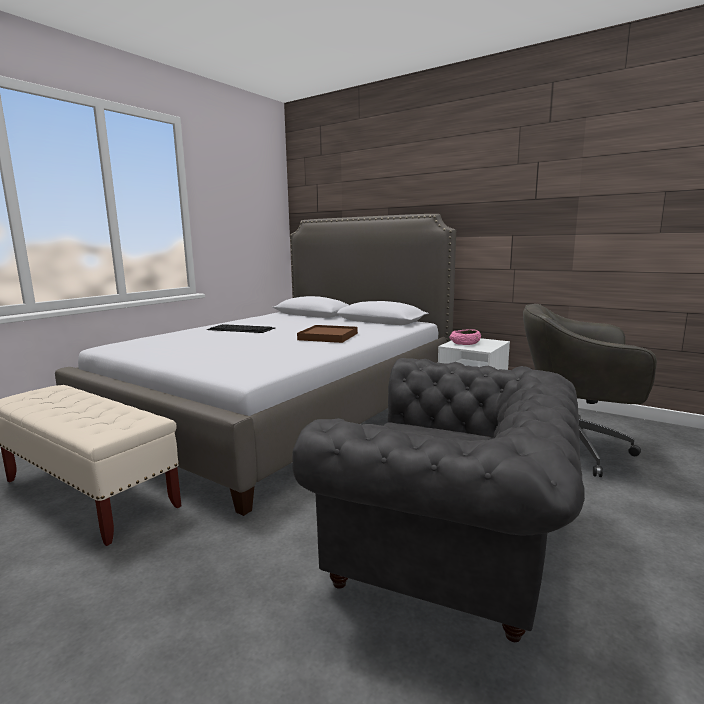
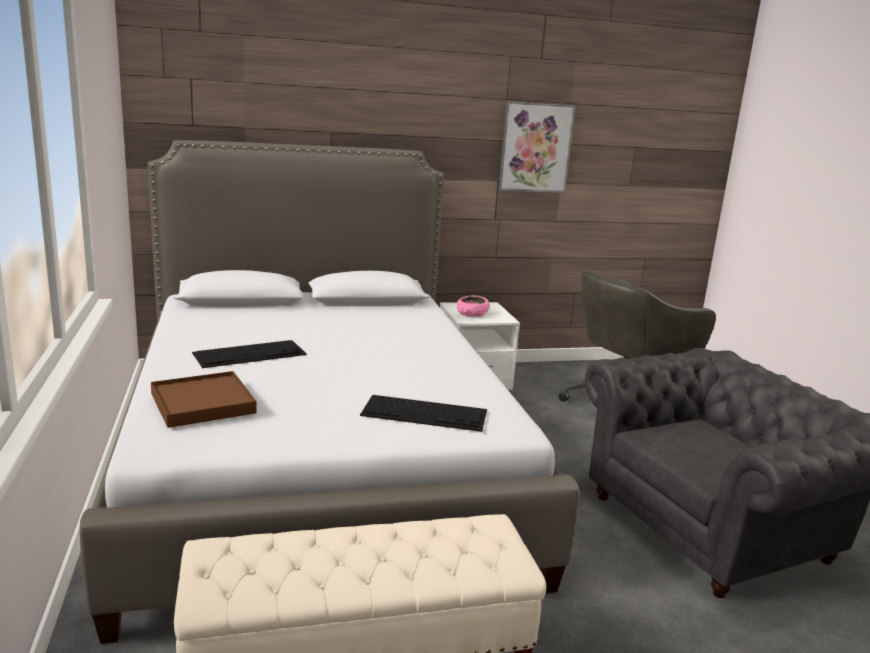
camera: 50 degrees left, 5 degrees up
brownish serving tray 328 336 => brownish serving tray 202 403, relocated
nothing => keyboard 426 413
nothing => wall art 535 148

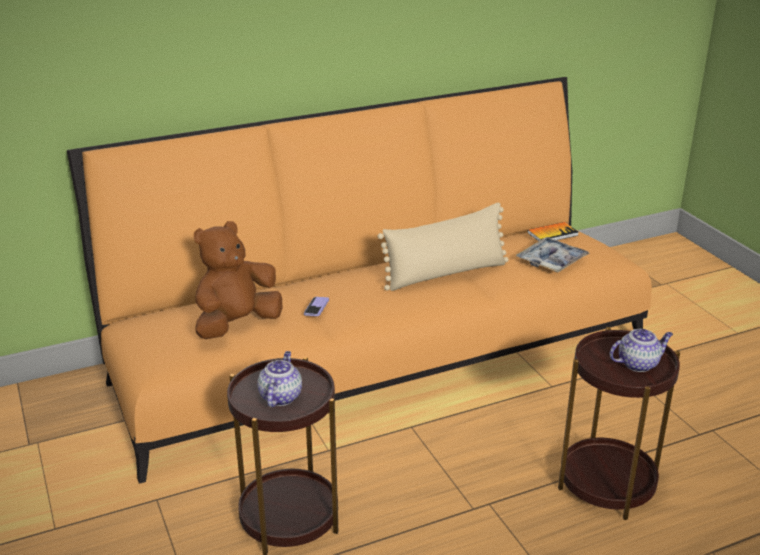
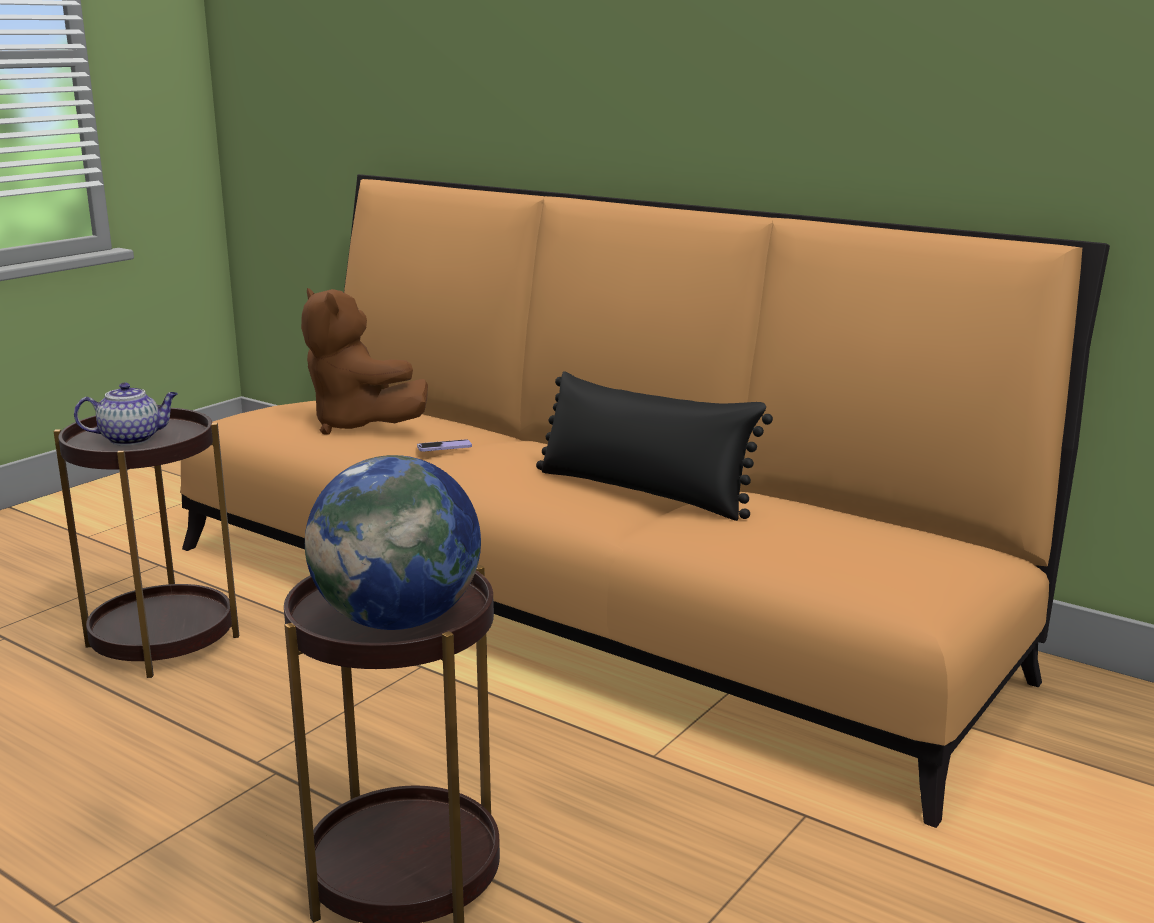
camera: 60 degrees right, 10 degrees down
brownish plush toy 236 325 => brownish plush toy 359 426, 150 degrees counterclockwise
teapot 638 363 => world globe 398 620
beige cushion 446 274 => black cushion 643 492
serving tray 551 261 => nothing
bound book 552 234 => nothing

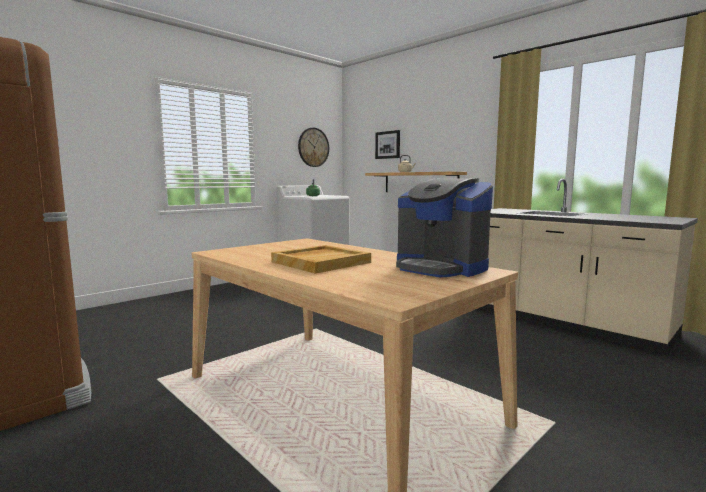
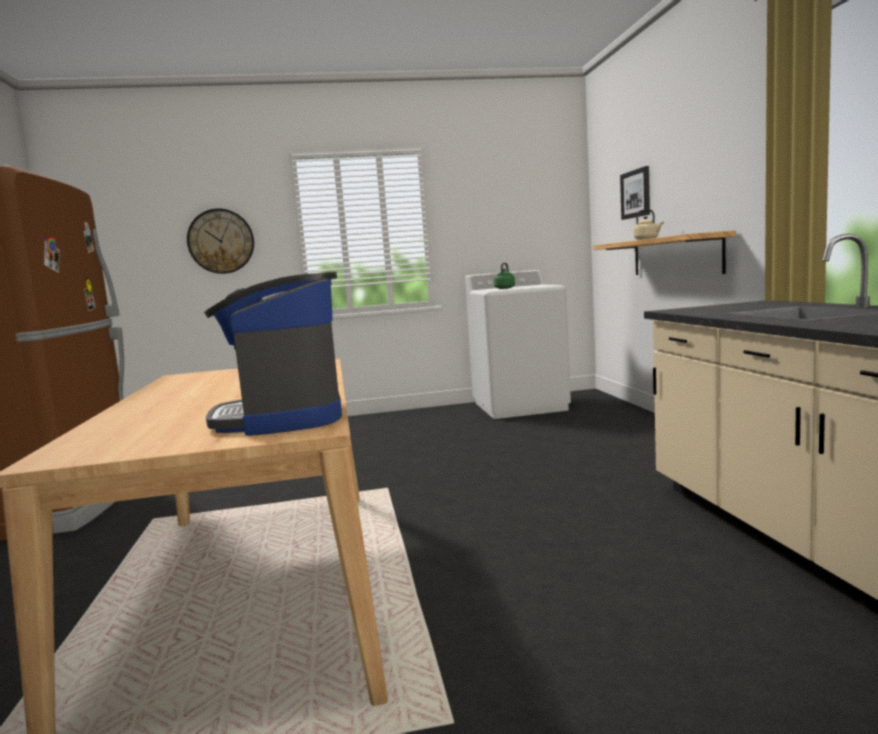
camera: 35 degrees right, 0 degrees up
hanging clock 313 147 => hanging clock 221 241, relocated
beige serving tray 321 262 => nothing

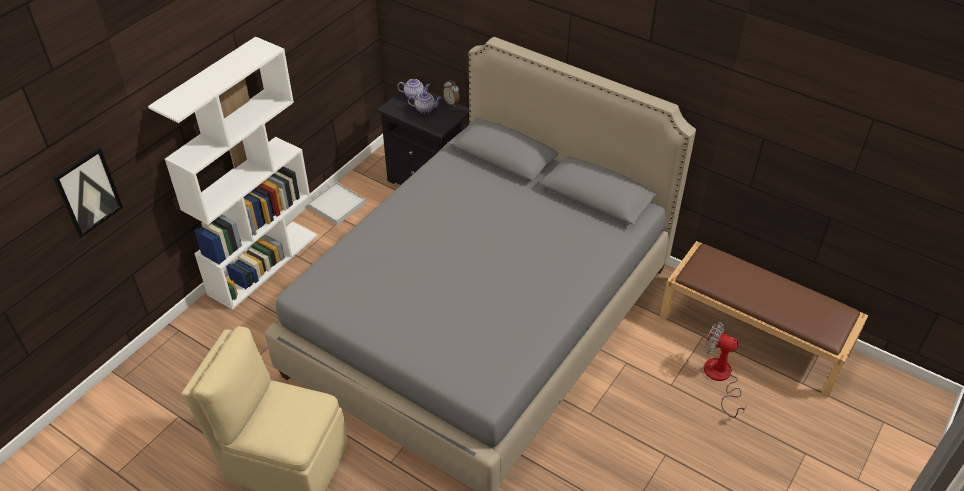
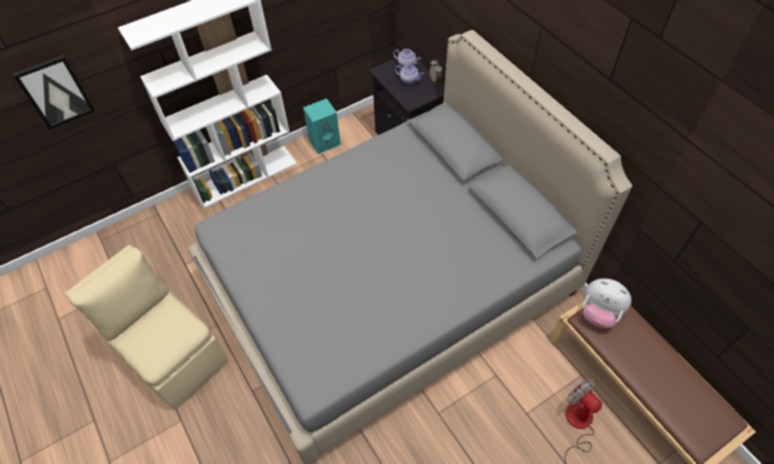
camera: 25 degrees right, 10 degrees up
white serving tray 337 205 => blue-green speaker 325 141
nothing => plush toy 599 313

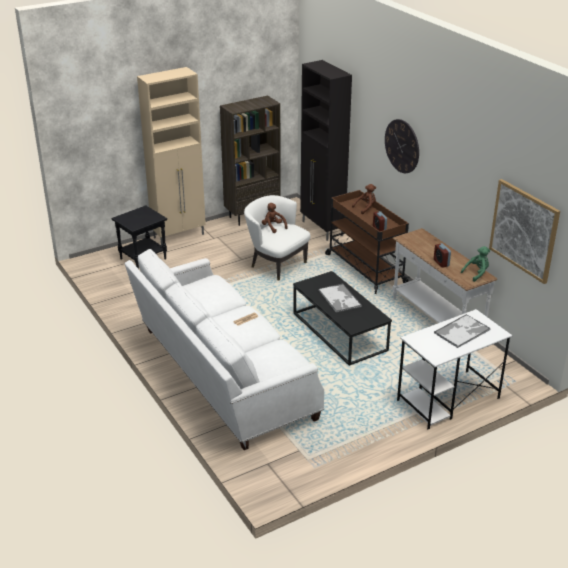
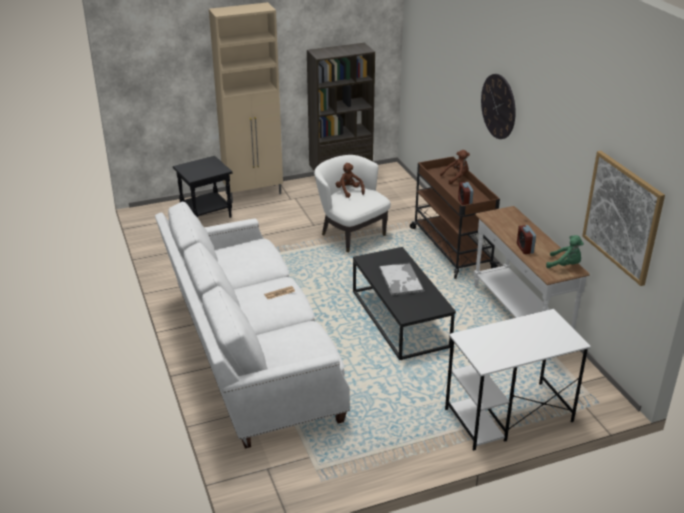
camera: 10 degrees right, 0 degrees up
green-coloured plush toy 476 273 => green-coloured plush toy 565 265, 45 degrees clockwise
black cabinet 322 229 => nothing
serving tray 462 331 => nothing

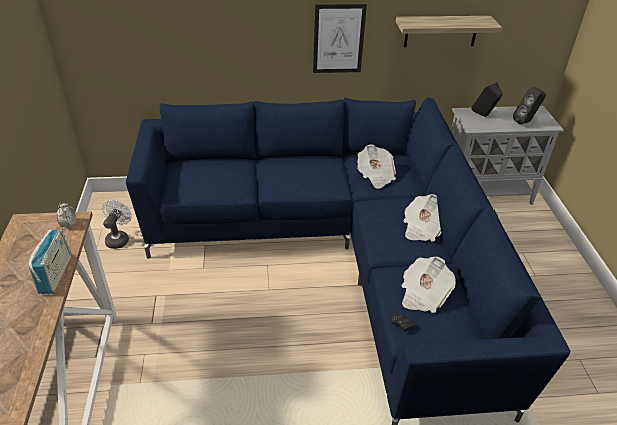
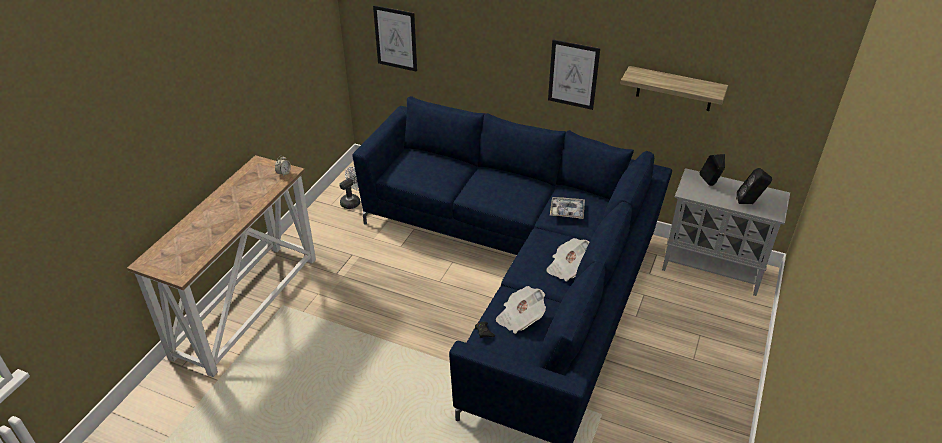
camera: 30 degrees right, 0 degrees up
nothing => wall art 395 38
newspaper 375 176 => serving tray 567 211
radio 56 274 => nothing

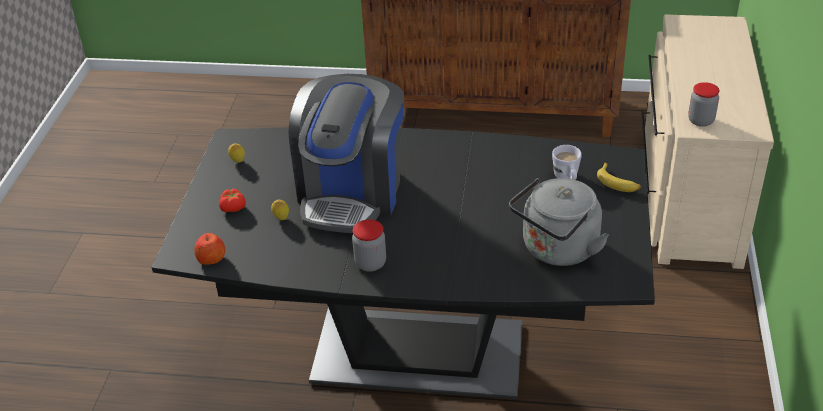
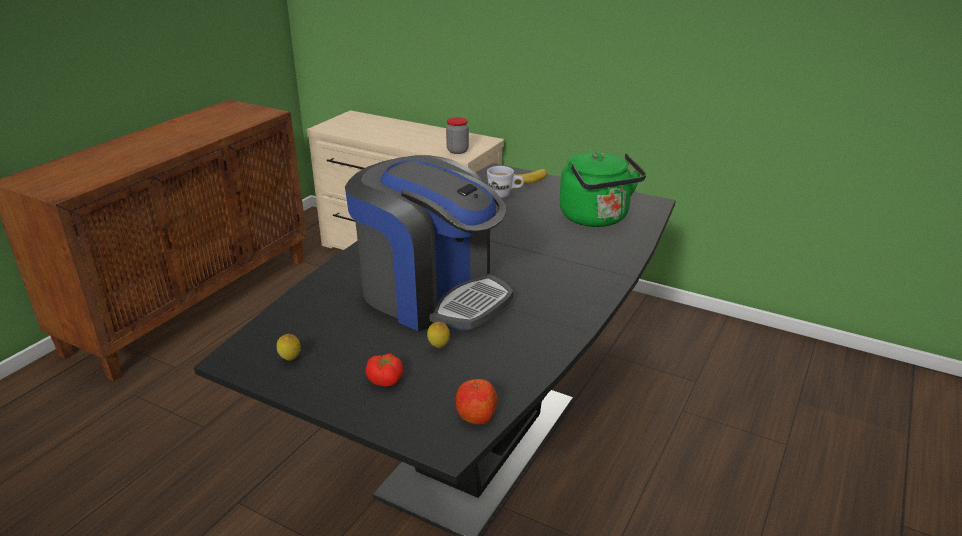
camera: 70 degrees left, 10 degrees down
greyish tea kettle 557 250 => green-coloured tea kettle 597 218
preserve jar 370 263 => nothing

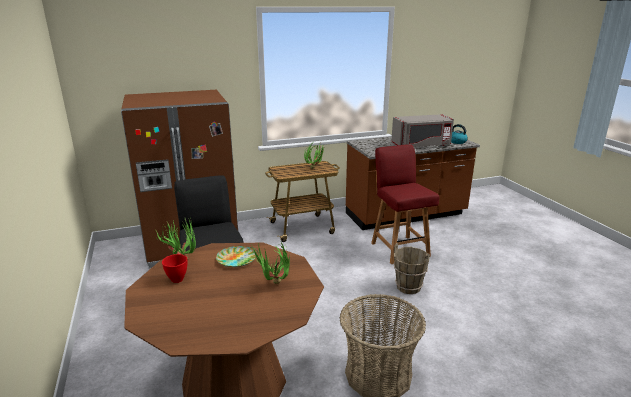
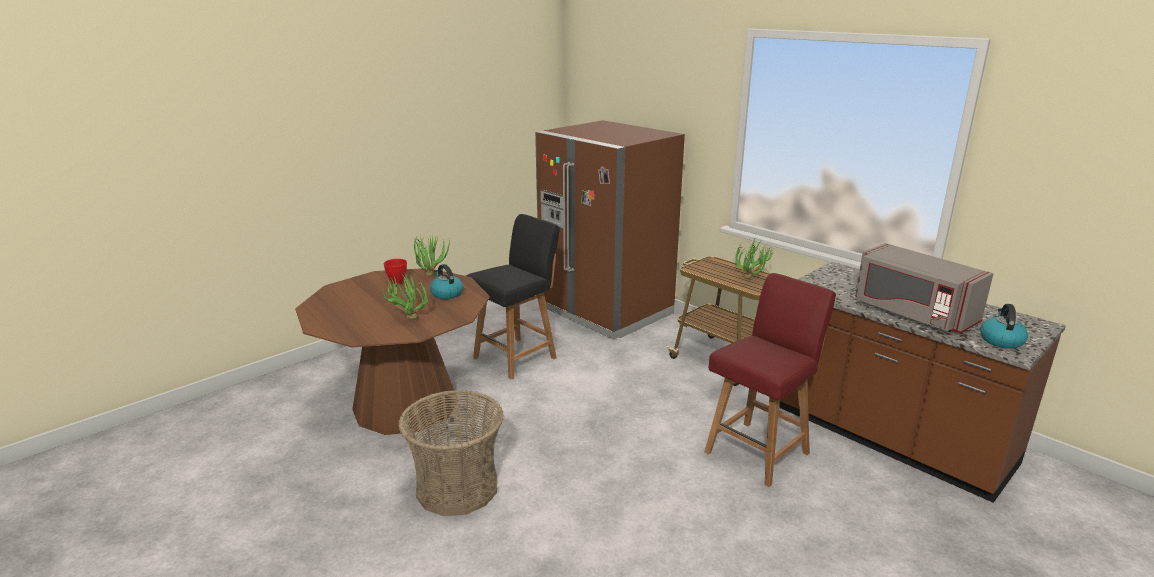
camera: 65 degrees right, 0 degrees up
plate 237 259 => tea kettle 446 294
brownish pail 408 287 => nothing

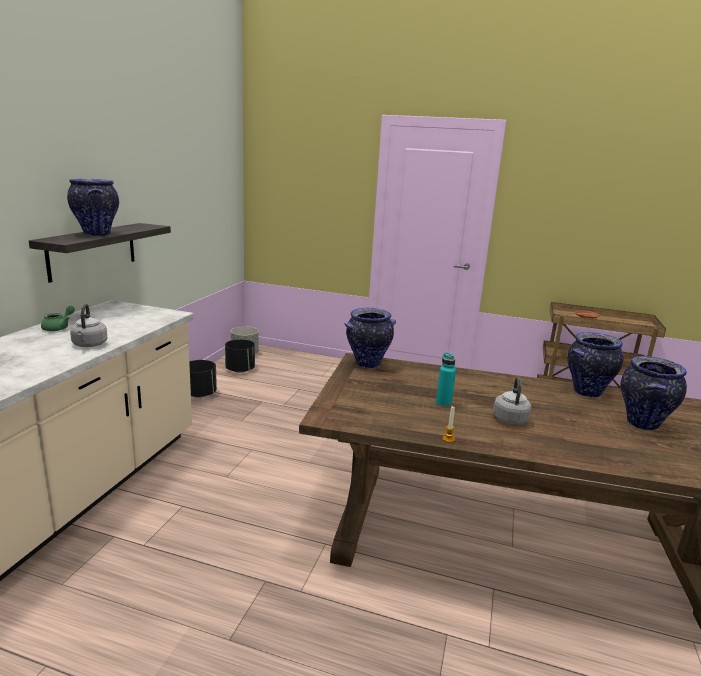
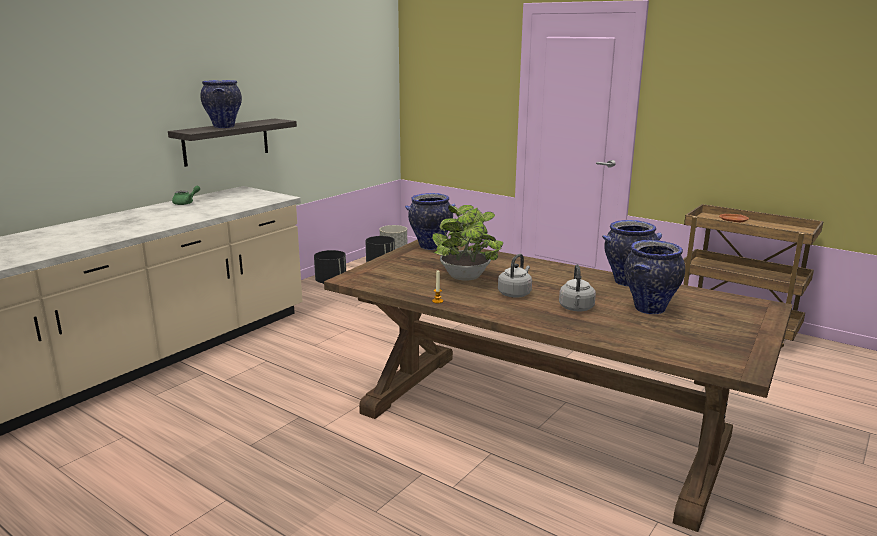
camera: 20 degrees right, 0 degrees up
blue-green drink bottle 443 403 => plant in a pot 466 278
greyish tea kettle 89 345 => greyish tea kettle 576 308, relocated

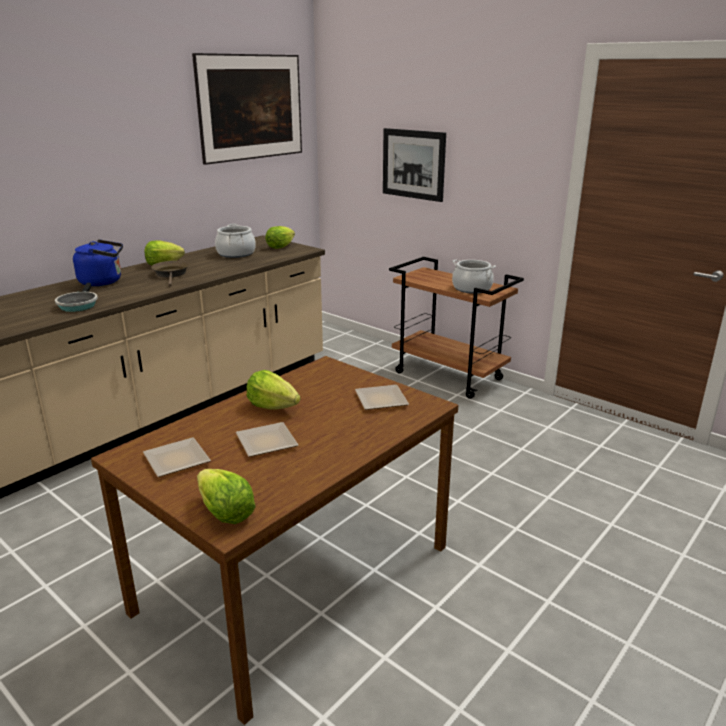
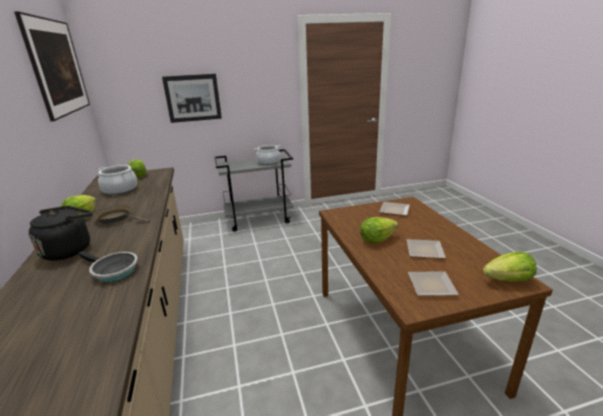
camera: 55 degrees left, 0 degrees up
blue-coloured tea kettle 103 282 => black tea kettle 69 249
brownish wheeled cart 449 376 => greyish wheeled cart 259 219

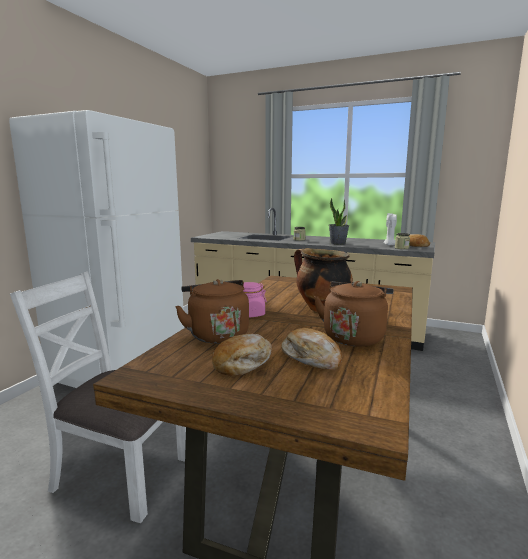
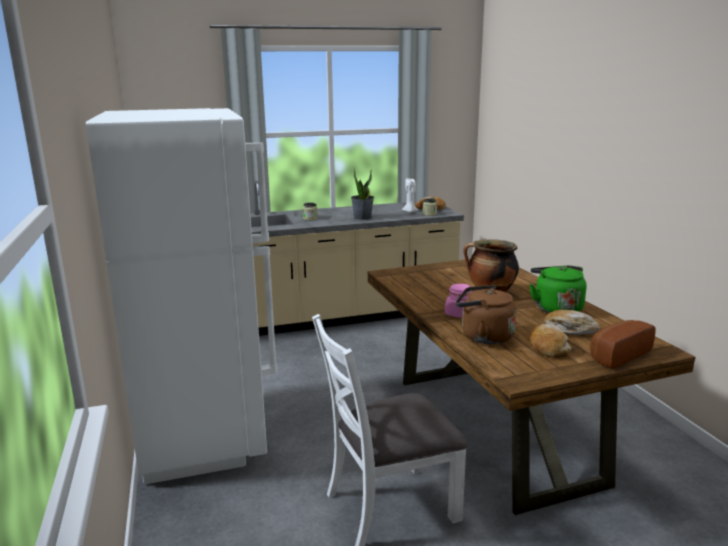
camera: 40 degrees left, 5 degrees up
brownish tea kettle 354 336 => green-coloured tea kettle 556 308
nothing => bread 616 355

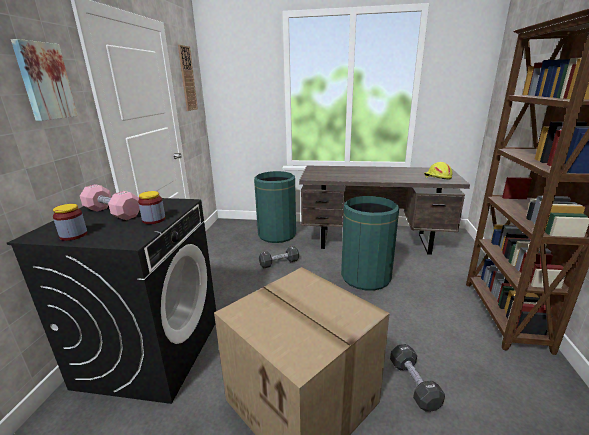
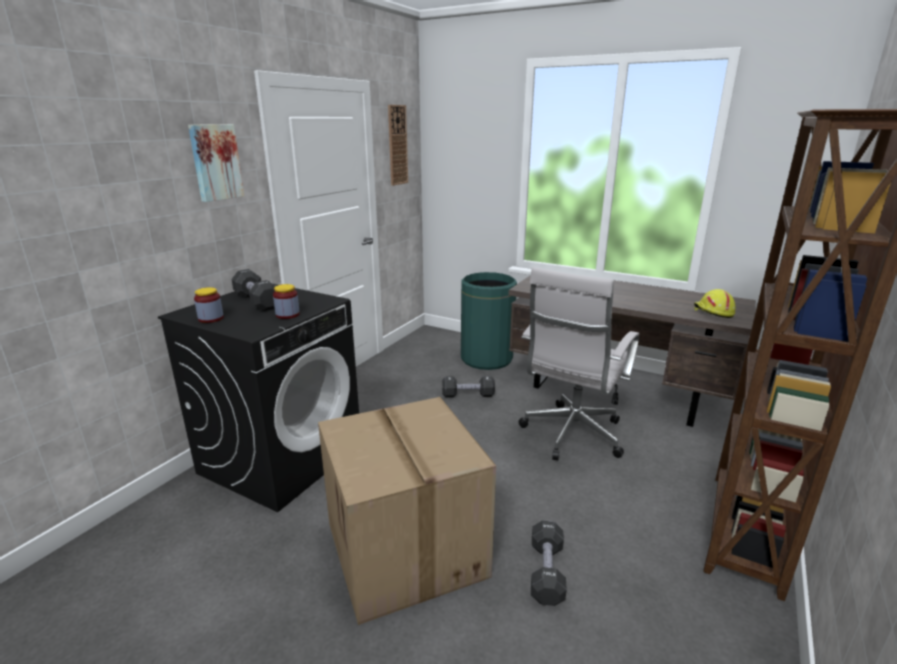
camera: 20 degrees right, 0 degrees up
pink-coloured hand weight 113 213 => black hand weight 257 301
green-coloured waste bin 365 277 => white computer chair 571 436

